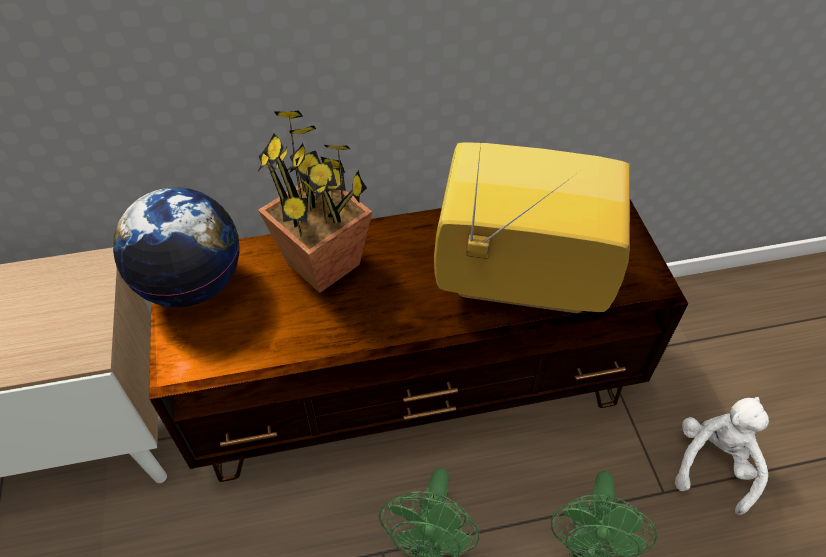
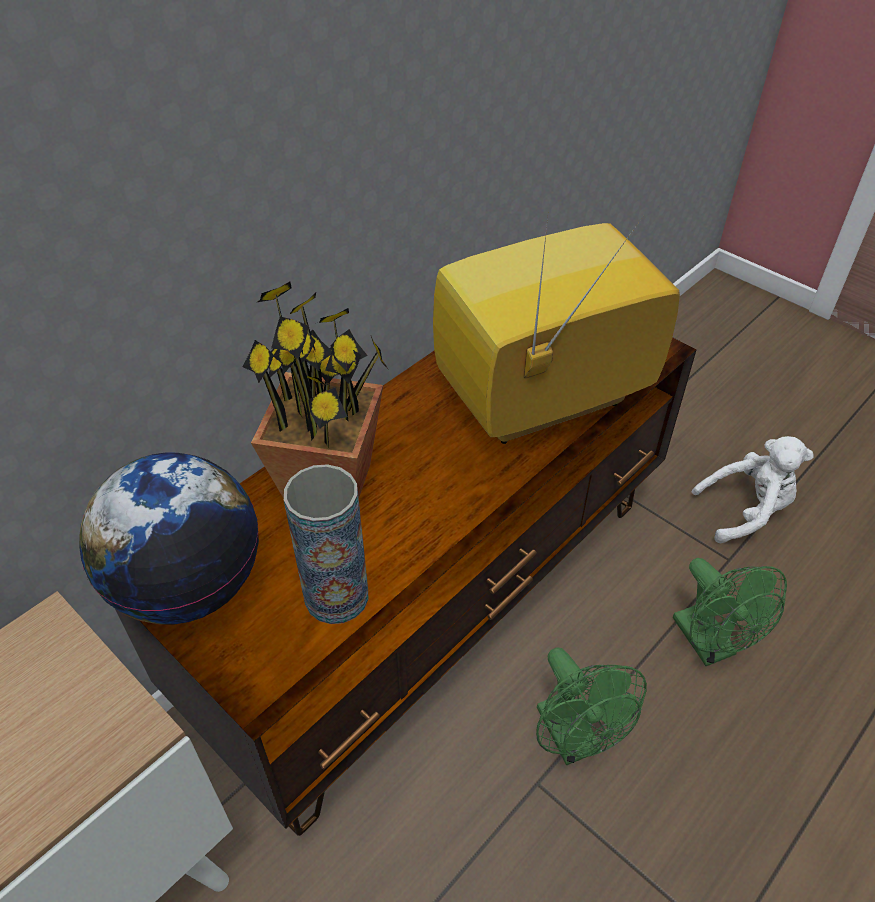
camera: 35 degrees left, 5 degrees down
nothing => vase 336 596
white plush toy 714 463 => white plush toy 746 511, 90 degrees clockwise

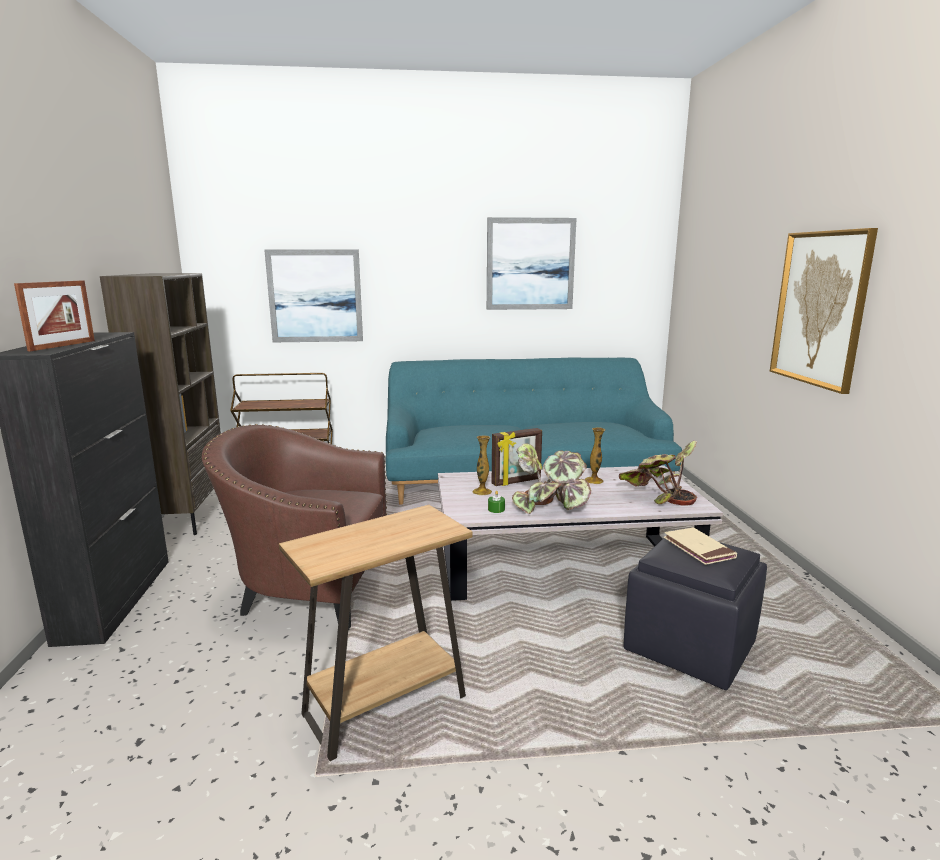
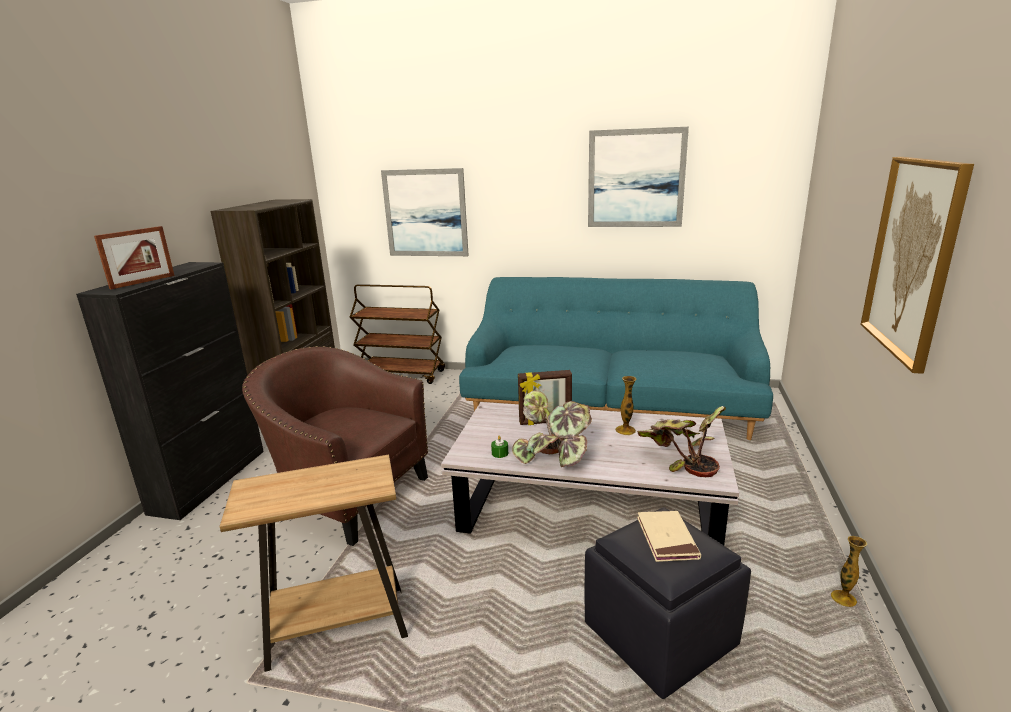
camera: 20 degrees right, 5 degrees up
vase 482 492 => vase 843 599, relocated

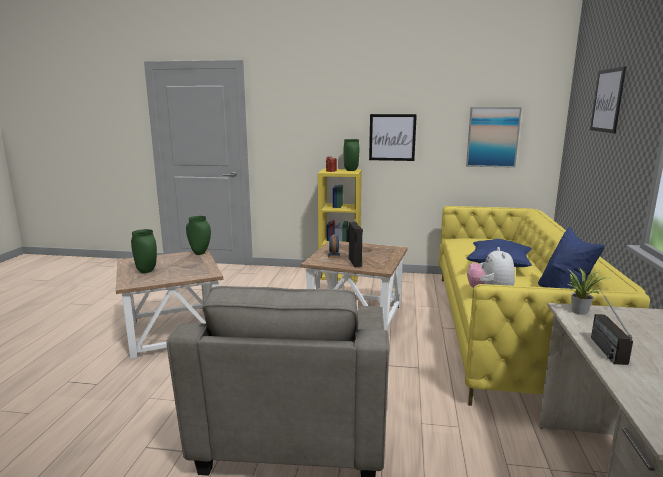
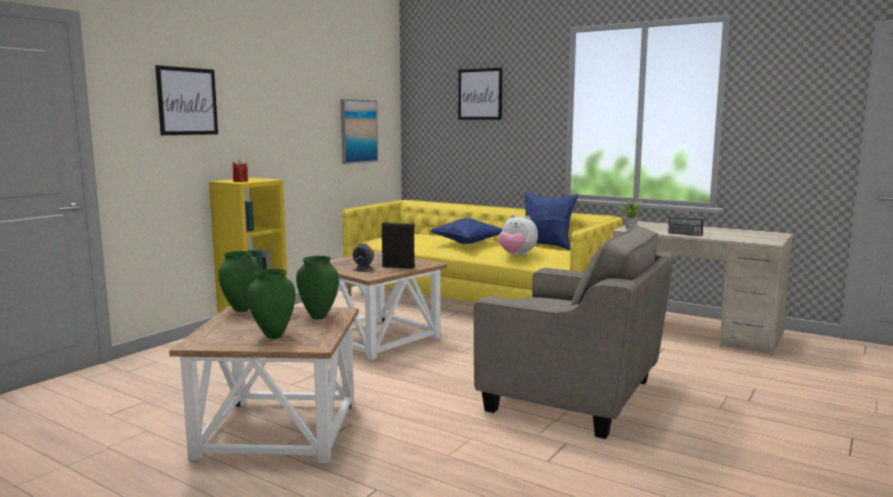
camera: 65 degrees left, 5 degrees down
wall art 392 137 => wall art 187 101, relocated
green-coloured vase 351 170 => green-coloured vase 319 317, relocated

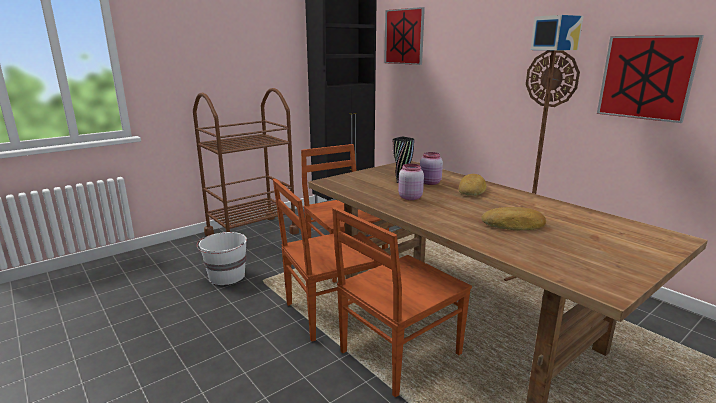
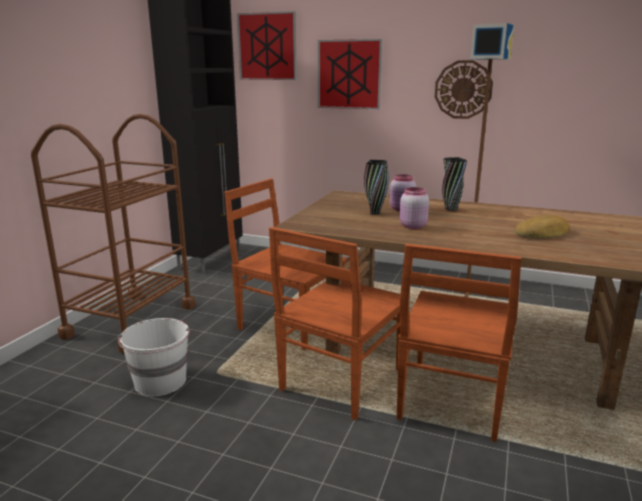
camera: 30 degrees left, 0 degrees up
wall art 646 77 => wall art 349 74, relocated
bread 472 189 => black vase 450 209

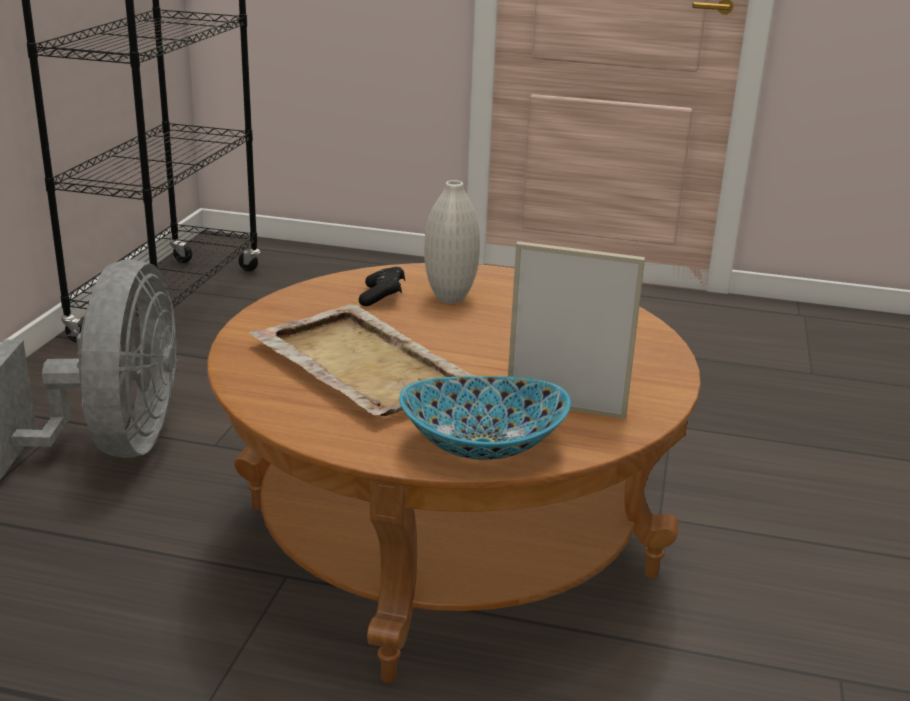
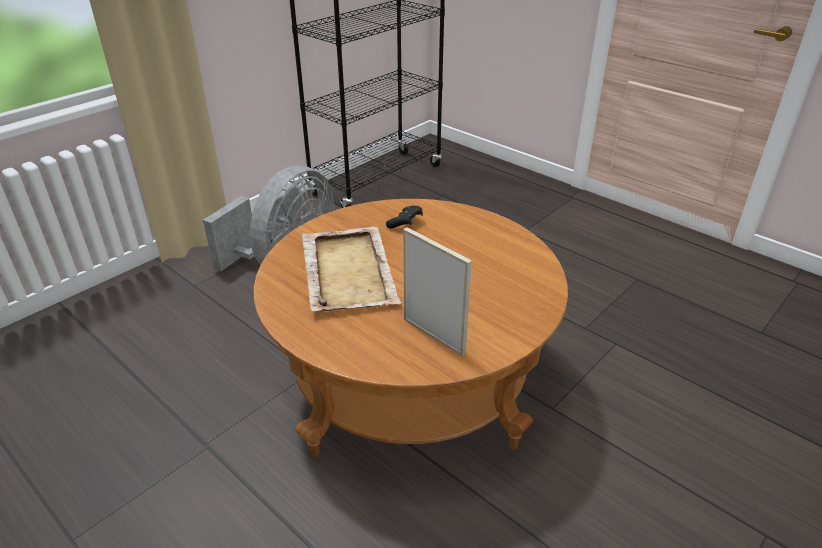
camera: 30 degrees right, 10 degrees up
deep dish 481 445 => nothing
white vase 450 298 => nothing

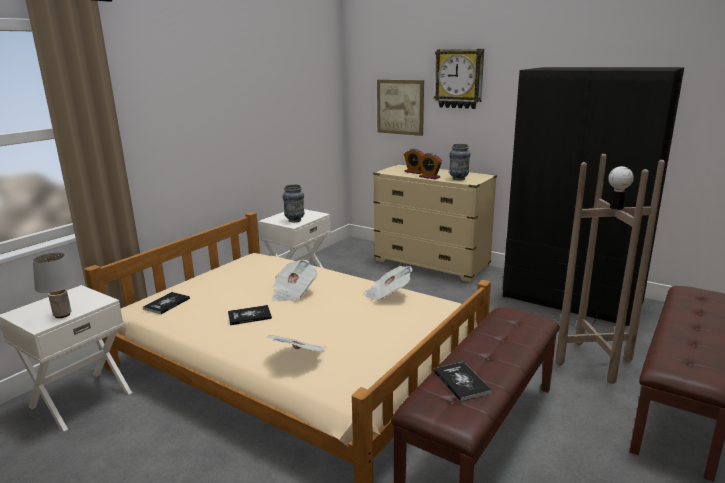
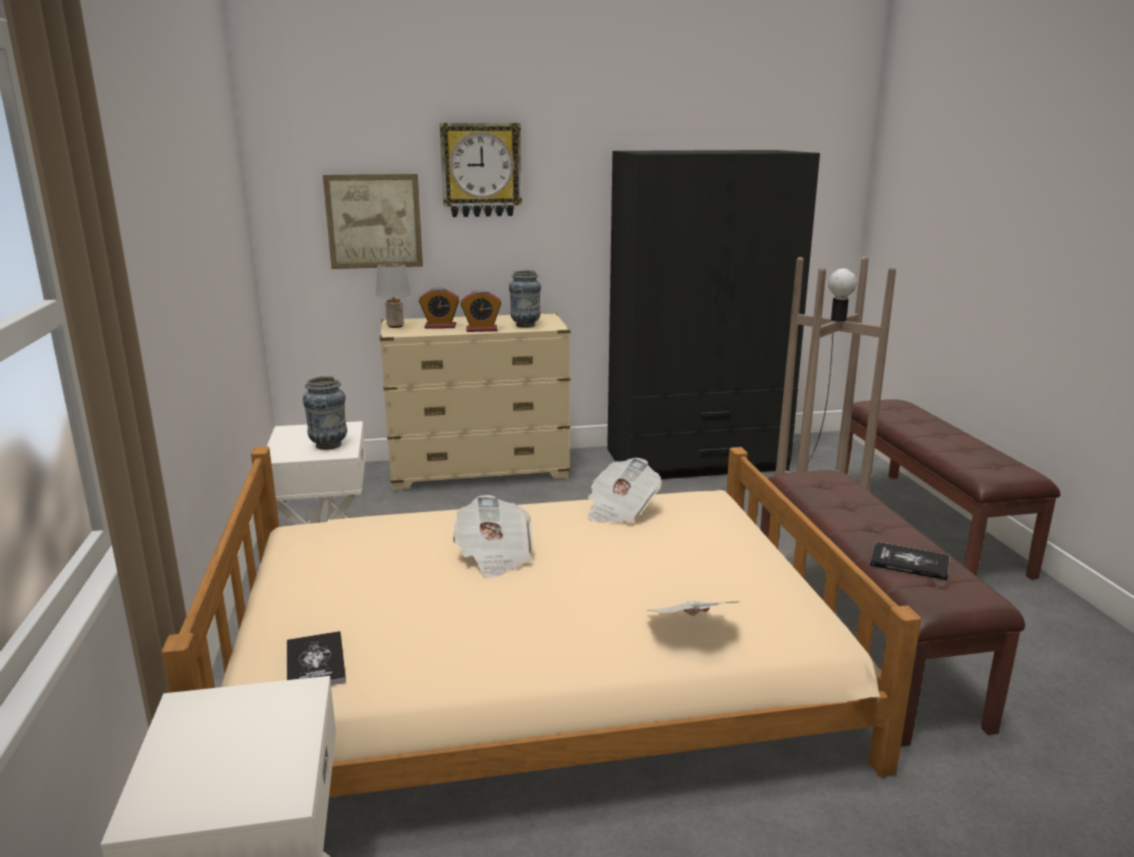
camera: 45 degrees left, 0 degrees up
greyish tabletop lamp 62 315 => greyish tabletop lamp 396 326, relocated
bound book 249 316 => nothing

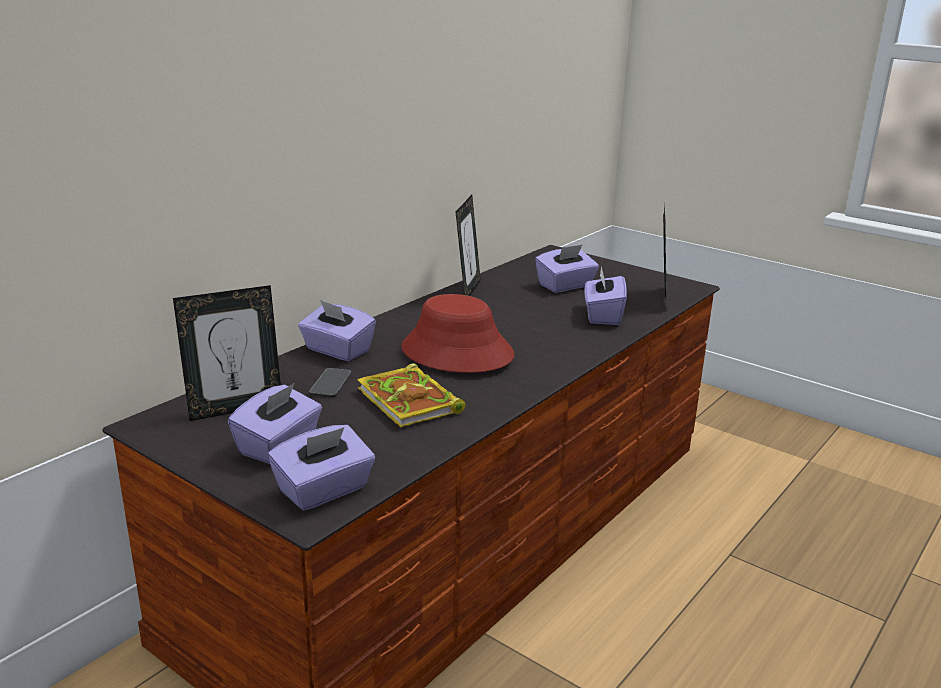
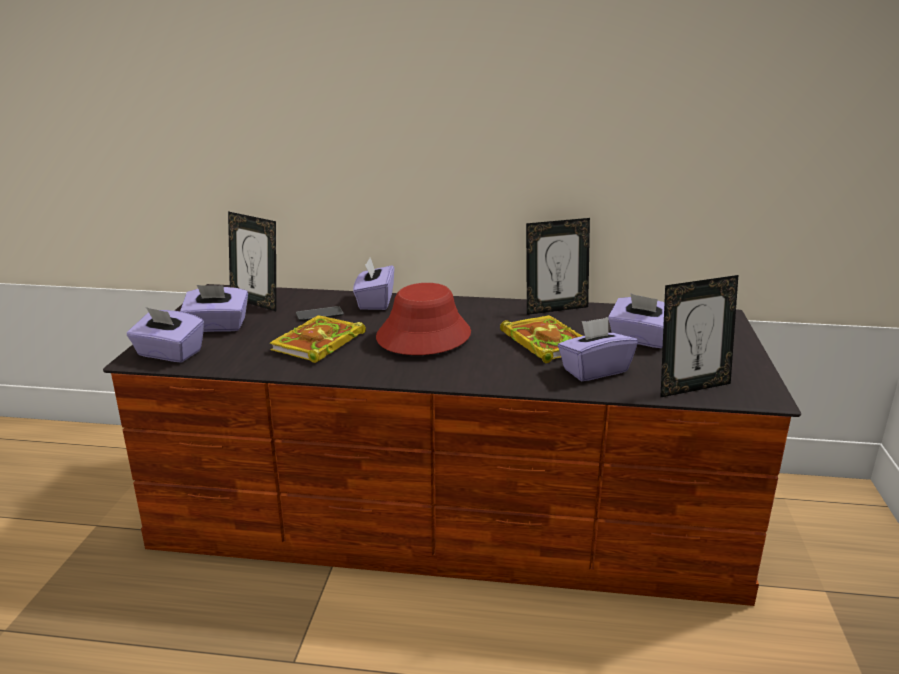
camera: 60 degrees right, 0 degrees up
nothing => bound book 543 342

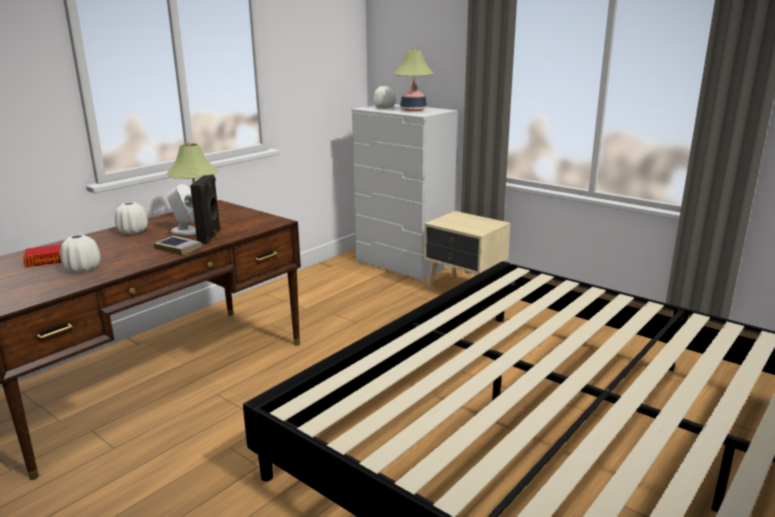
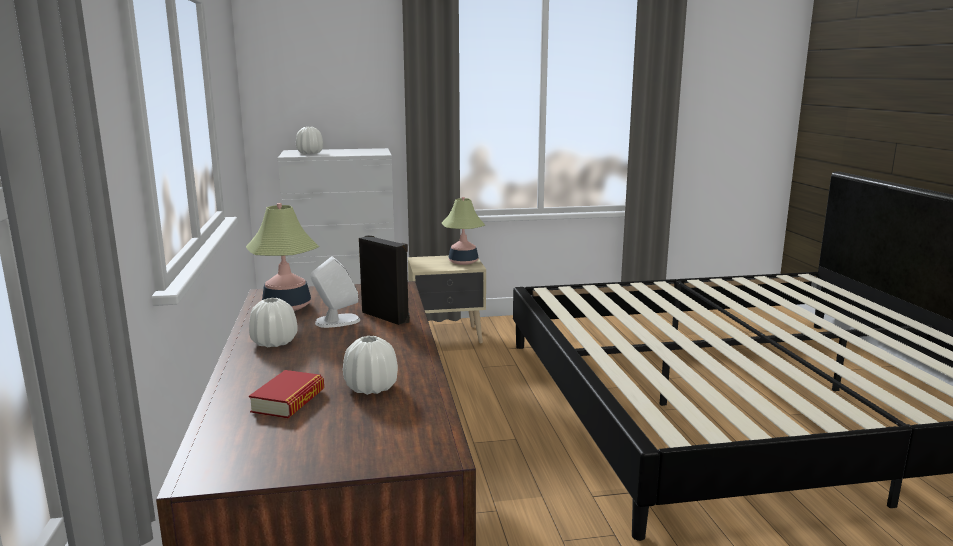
camera: 50 degrees left, 5 degrees down
tabletop lamp 413 110 => tabletop lamp 463 262, relocated
bound book 178 248 => nothing

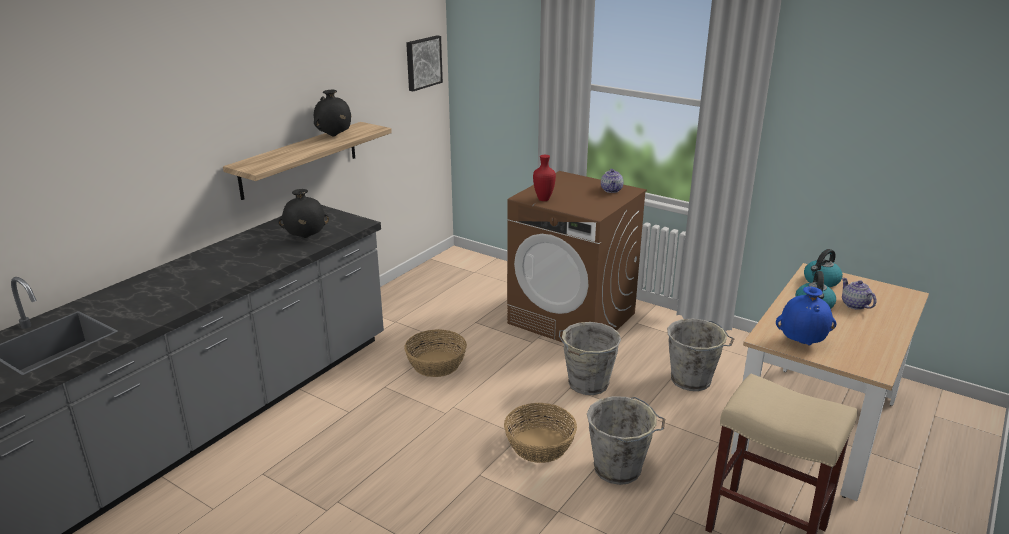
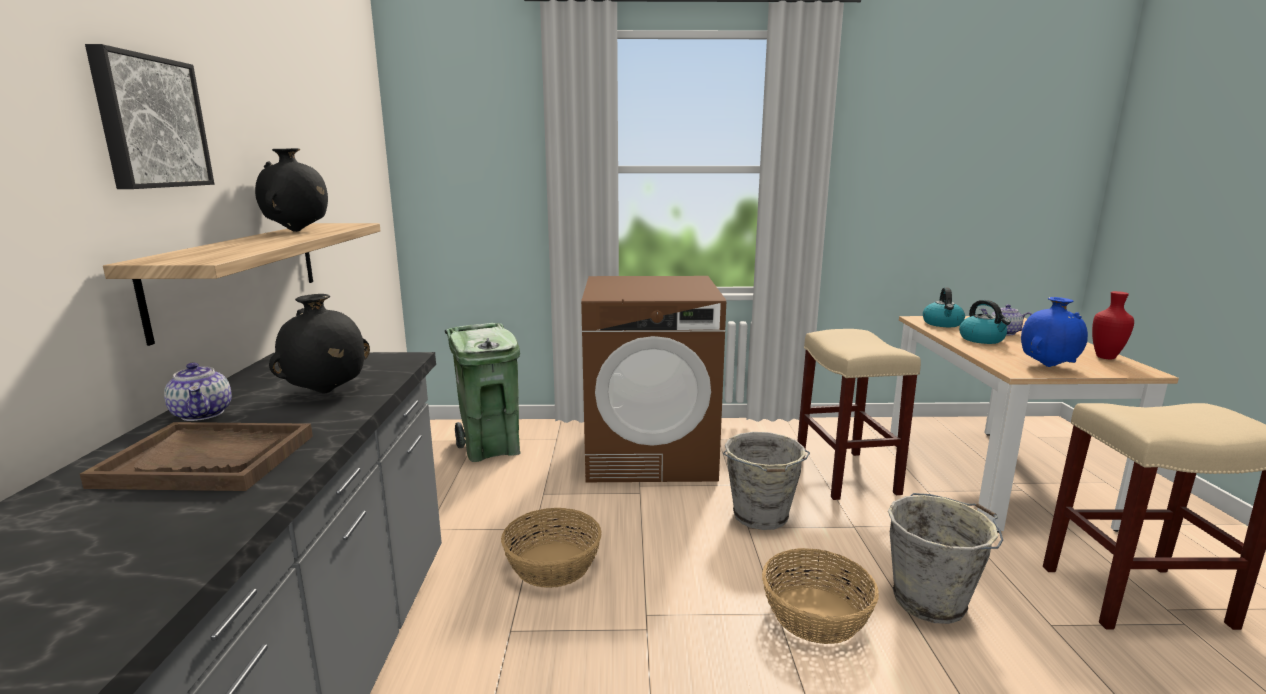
camera: 35 degrees left, 10 degrees down
nothing => brownish serving tray 208 460
wall art 422 62 => wall art 149 122, relocated
teapot 611 190 => teapot 203 414, relocated
nothing => green-coloured waste bin 491 448
greyish pail 692 380 => beige sitting stool 844 474
red-coloured vase 544 199 => red-coloured vase 1106 357, relocated

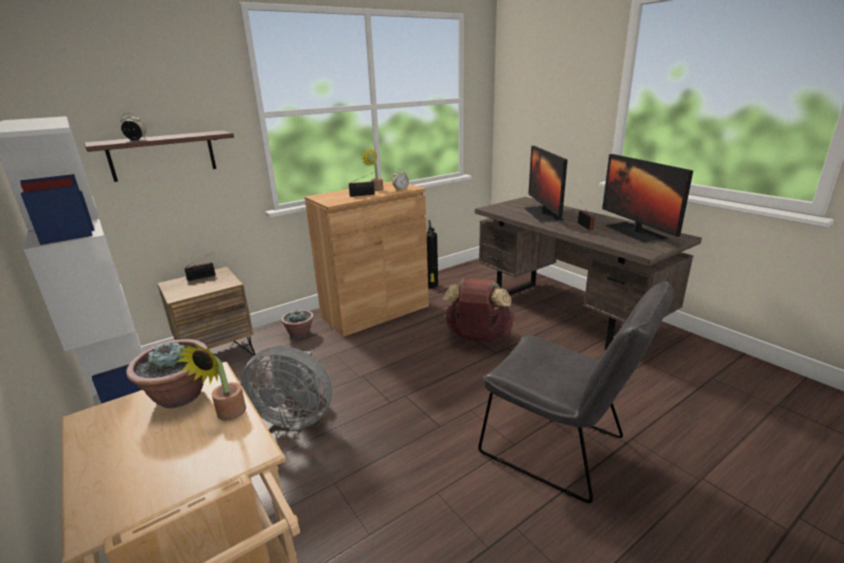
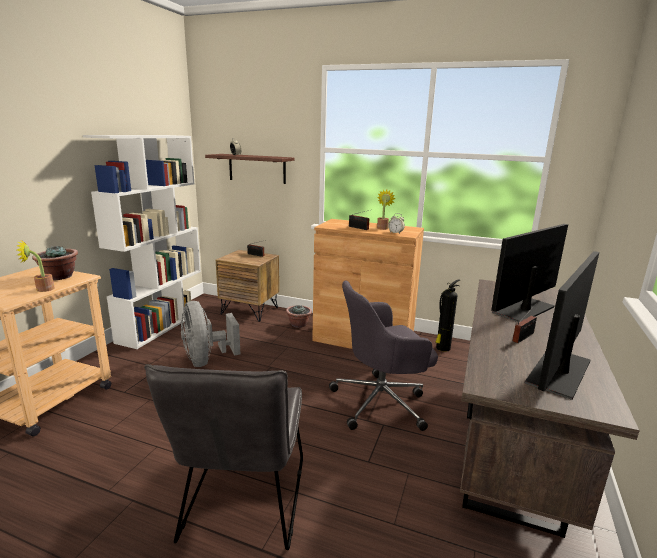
camera: 55 degrees right, 5 degrees down
brownish knapsack 478 338 => greyish computer chair 381 402

